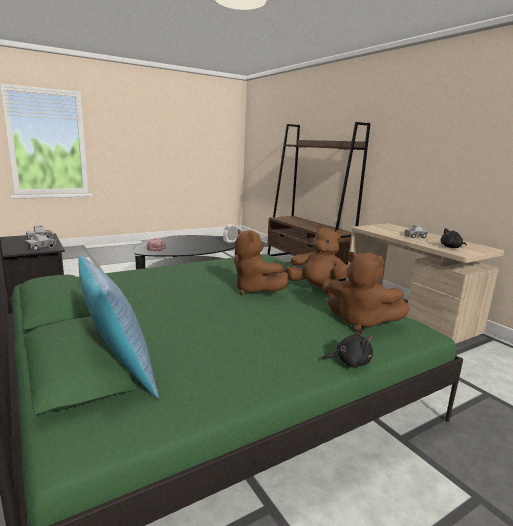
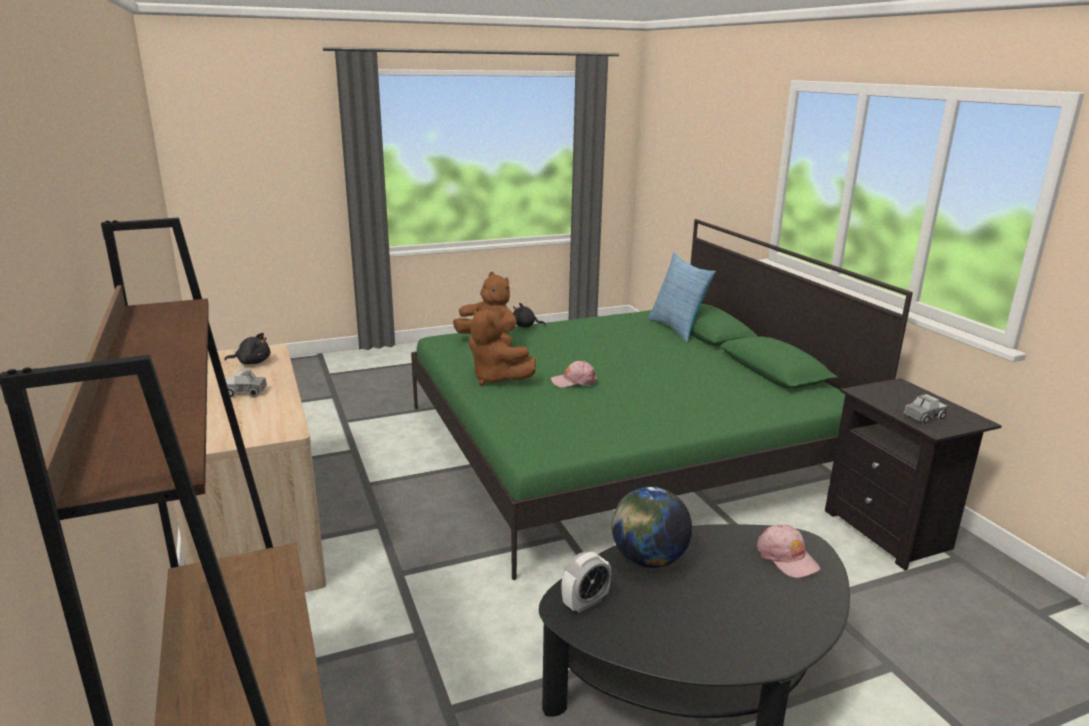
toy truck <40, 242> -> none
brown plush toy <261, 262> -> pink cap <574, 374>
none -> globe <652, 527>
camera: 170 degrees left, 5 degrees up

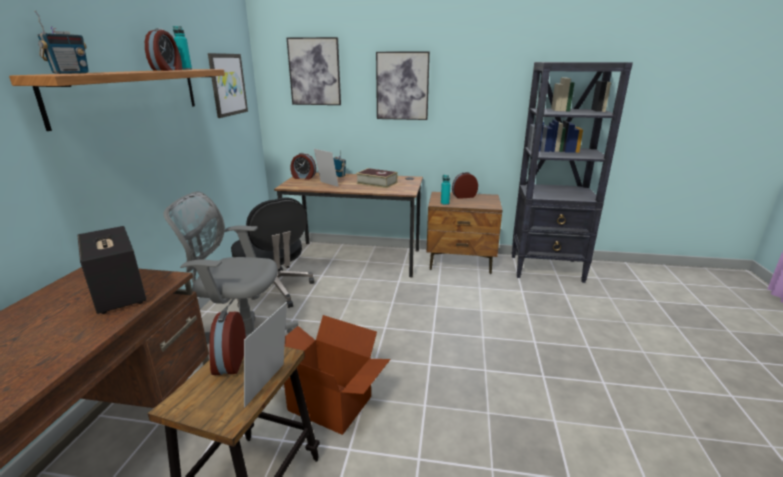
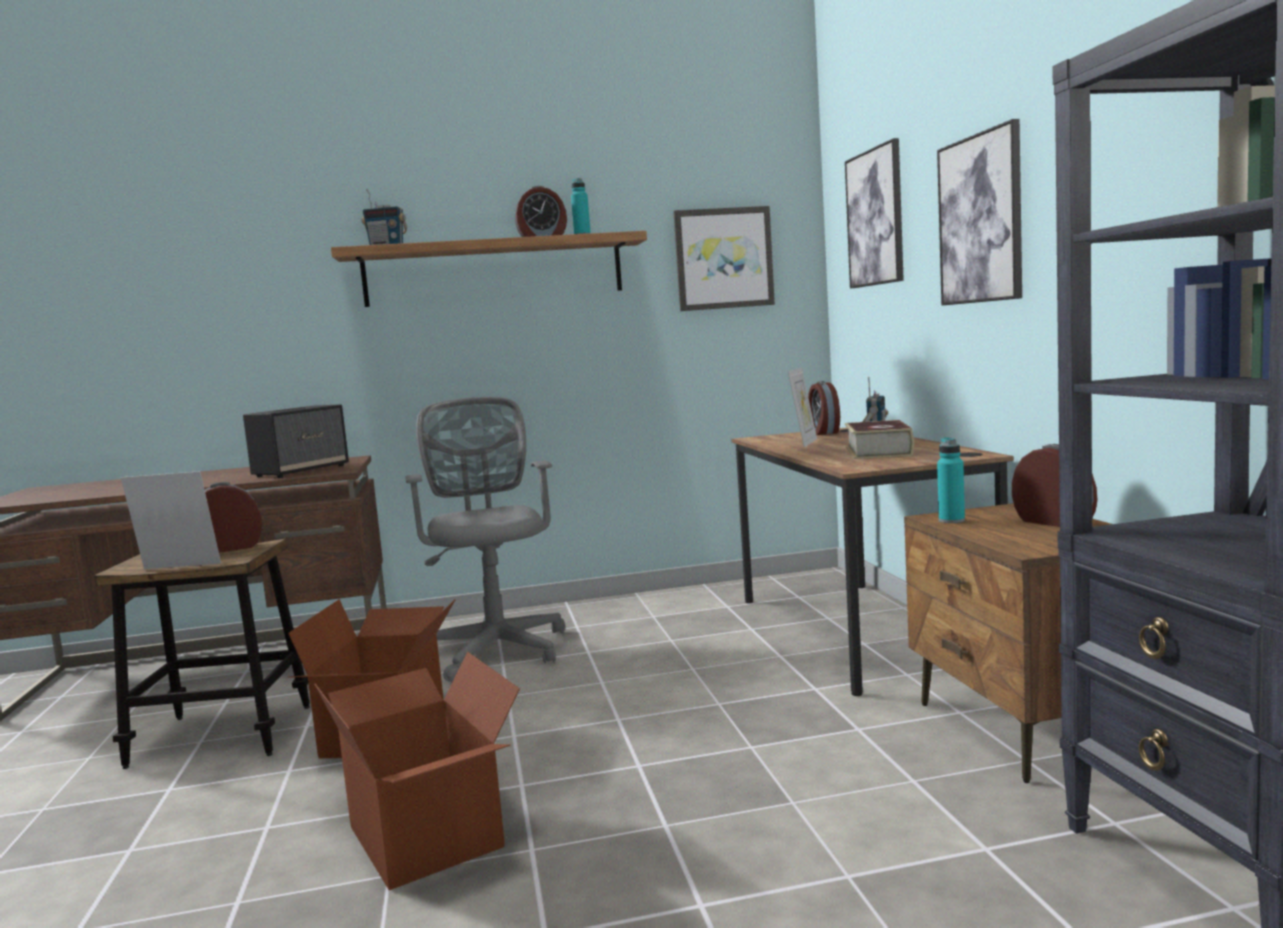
black office chair <272, 252> -> none
none -> cardboard box <417, 771>
camera: 70 degrees right, 15 degrees down

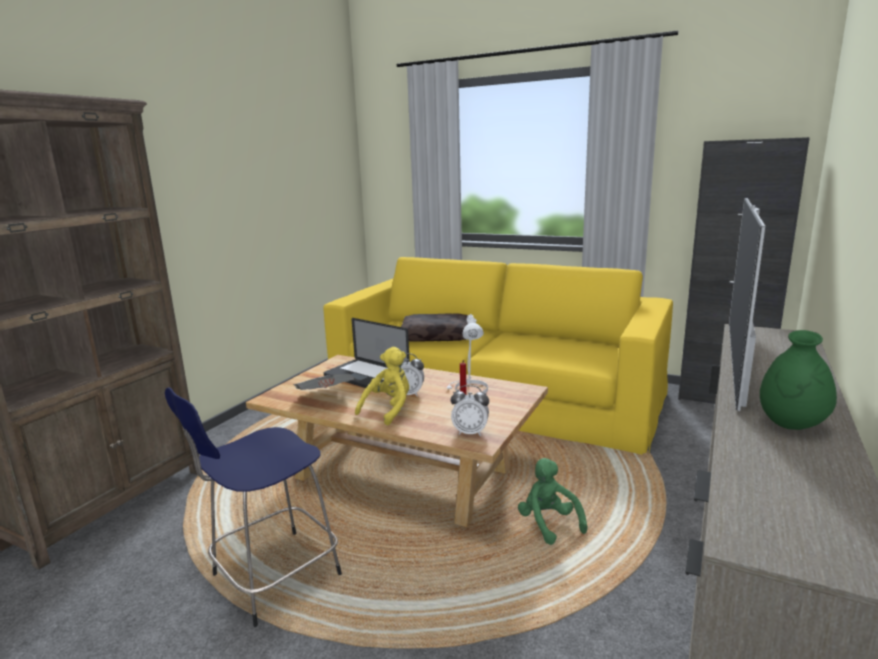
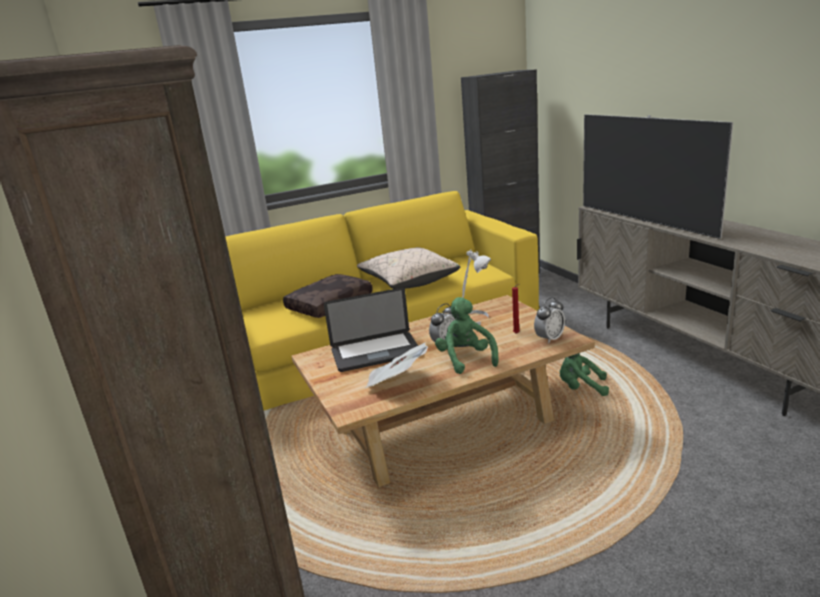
blue stool <253, 507> -> none
yellow plush toy <382, 386> -> green plush toy <467, 335>
green vase <798, 380> -> none
none -> beige pillow <408, 268>
camera: 50 degrees left, 5 degrees up

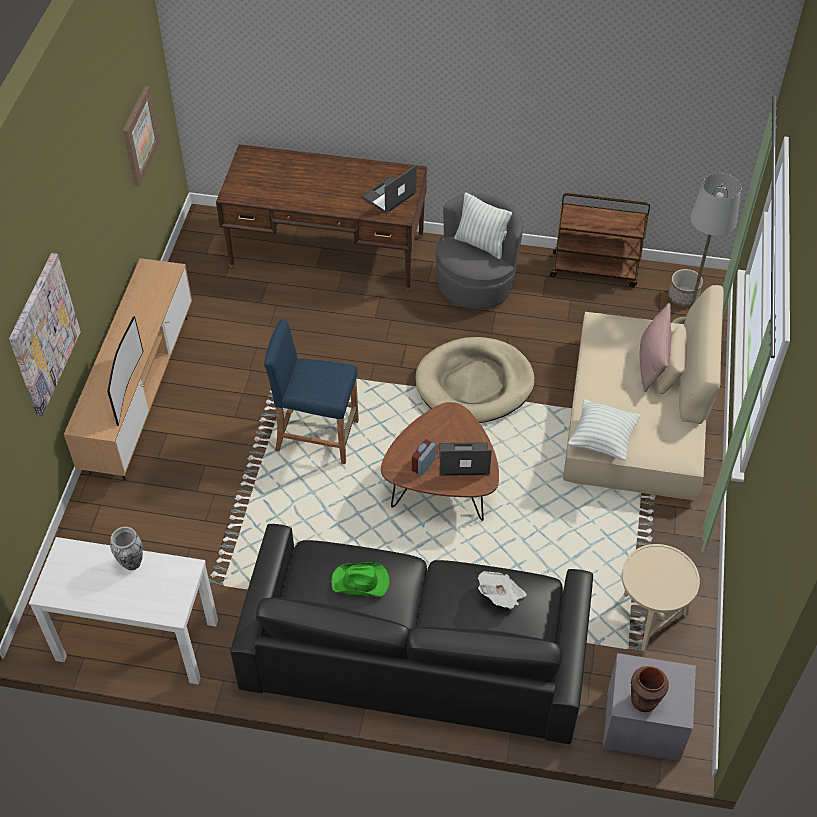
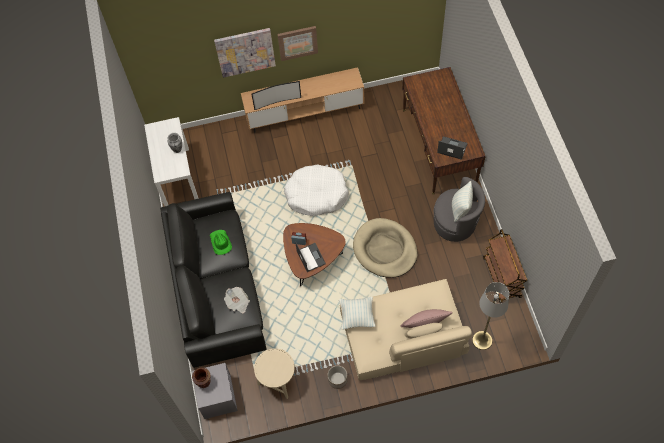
picture <141, 136> -> picture <297, 43>, move
blue stool <311, 391> -> white dog bed <316, 190>
planter <685, 288> -> planter <338, 377>, move
camera: 70 degrees right, 10 degrees up

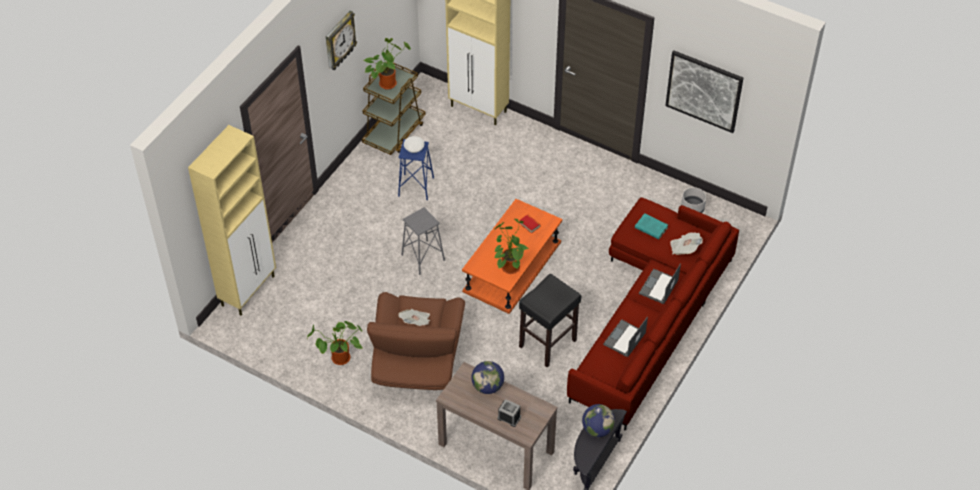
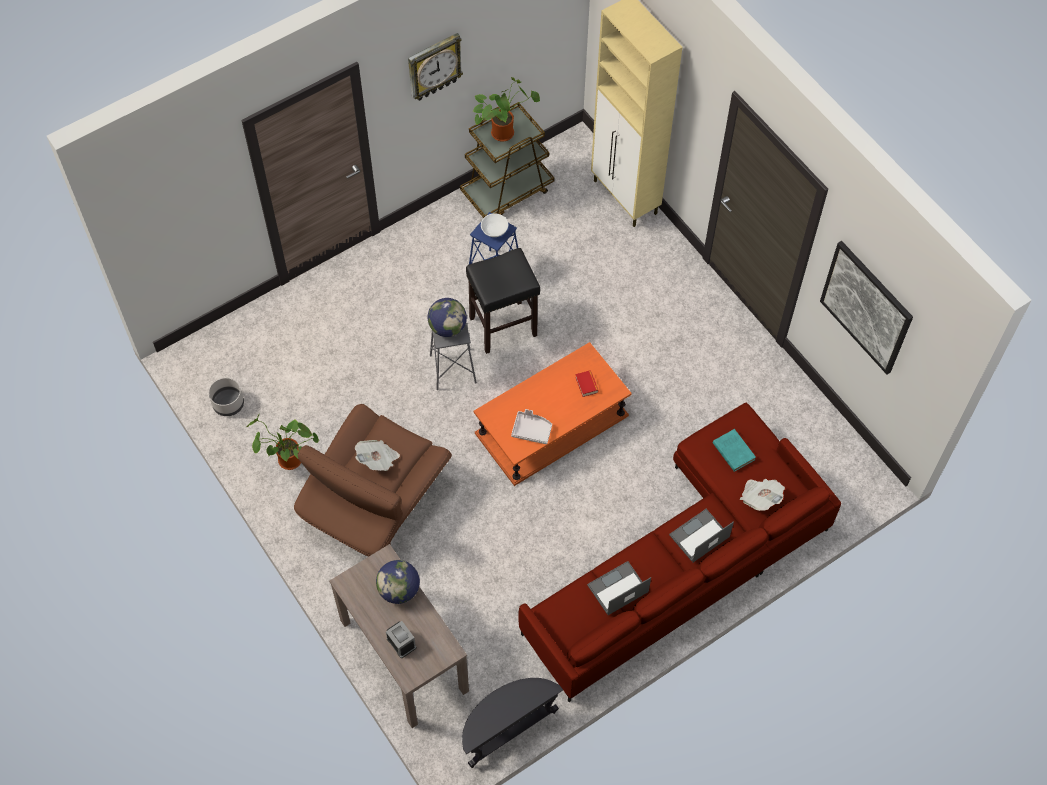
beige cabinet <232, 220> -> none
potted plant <511, 246> -> grey tray <531, 426>
black stool <550, 320> -> black stool <503, 301>, move
globe <598, 420> -> globe <447, 317>, move
grey planter <693, 200> -> grey planter <226, 397>, move
camera: 25 degrees right, 10 degrees up

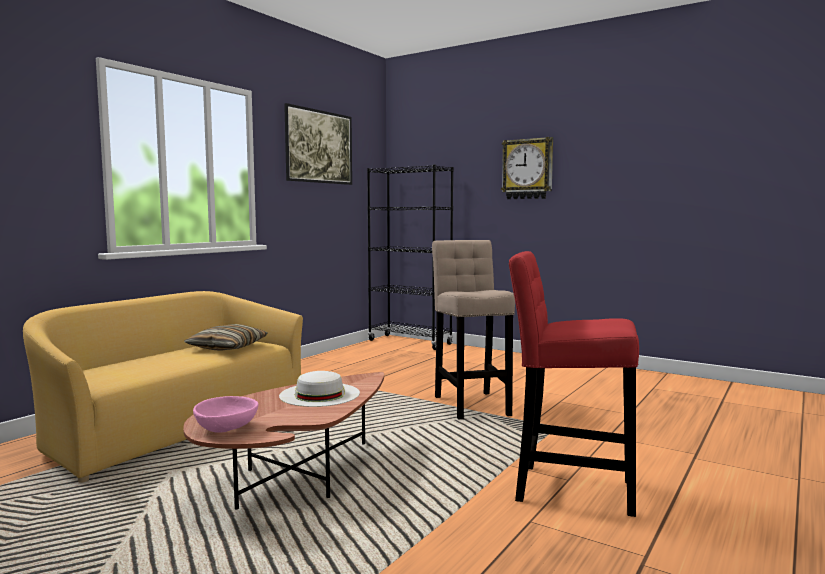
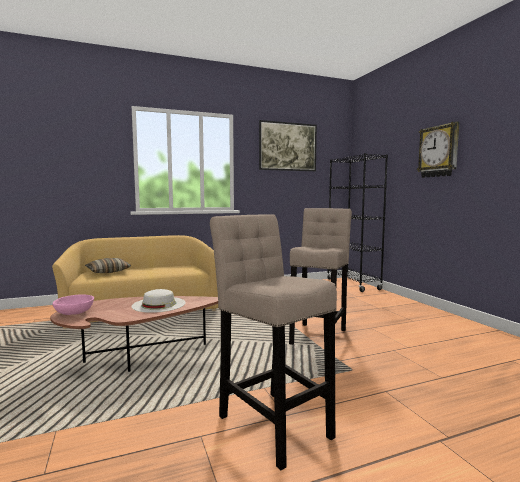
pillow <226, 337> -> pillow <108, 265>, move
red stool <574, 384> -> beige stool <273, 342>
camera: 35 degrees right, 0 degrees up

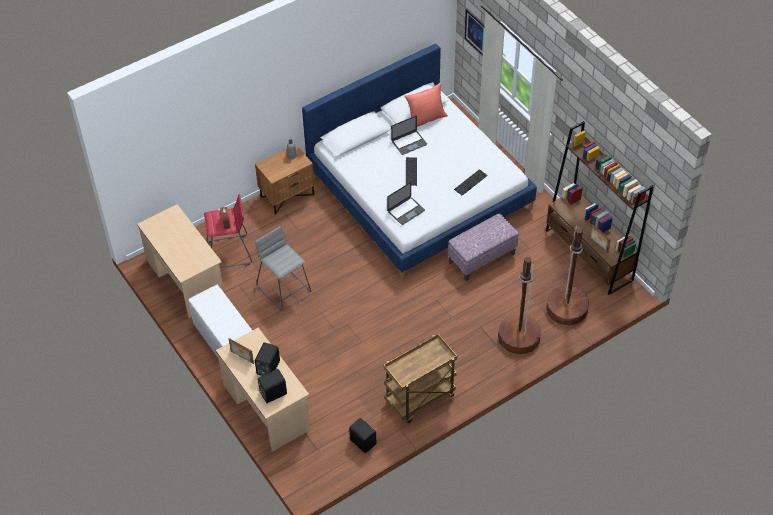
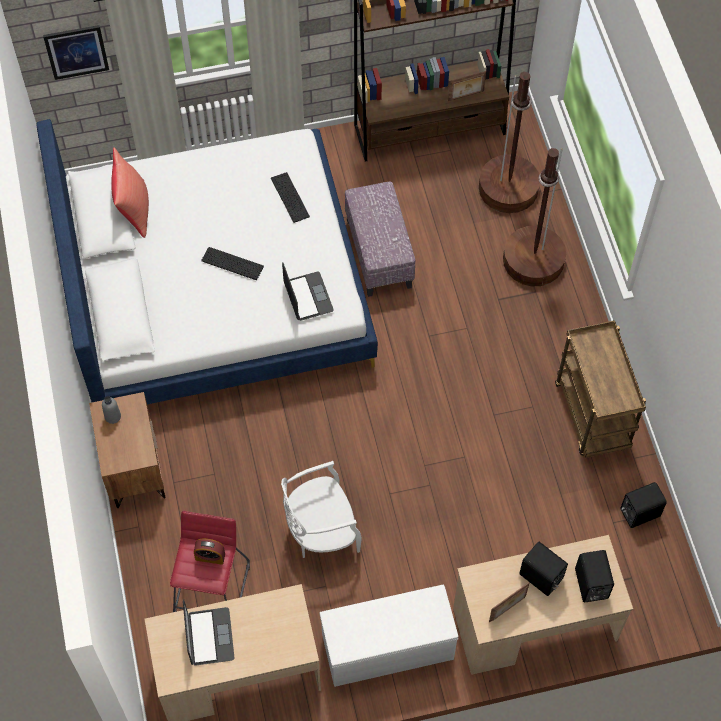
grey stool <283, 268> -> white chair <321, 509>
laptop <409, 135> -> laptop <209, 632>, move
camera: 70 degrees left, 10 degrees up

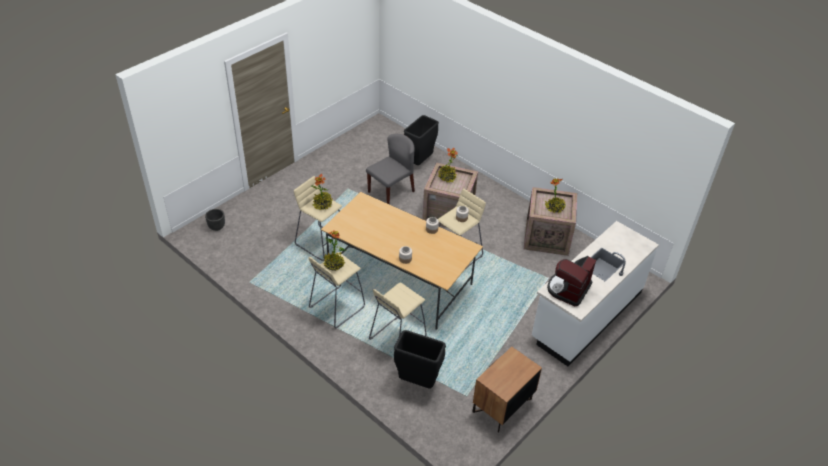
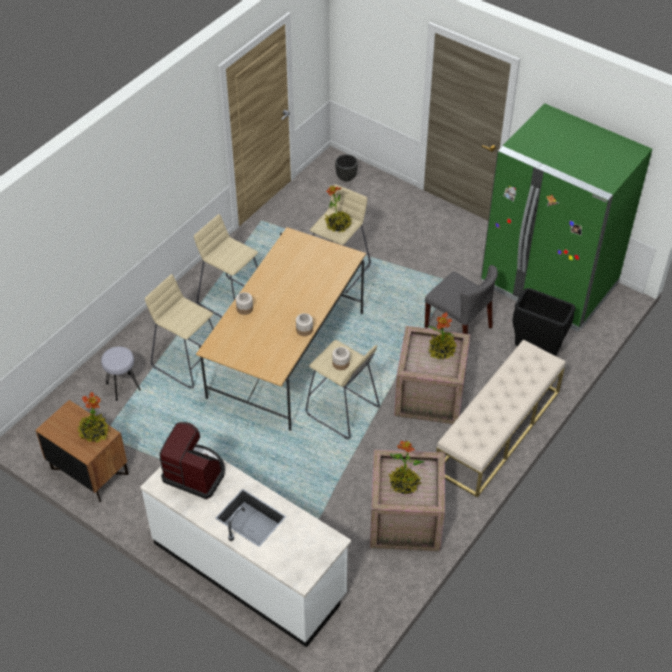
potted plant <334, 250> -> potted plant <92, 417>, move
black trash can <420, 359> -> grey stool <121, 373>
none -> beige bench <501, 418>
none -> green fridge <566, 217>
camera: 85 degrees right, 5 degrees up

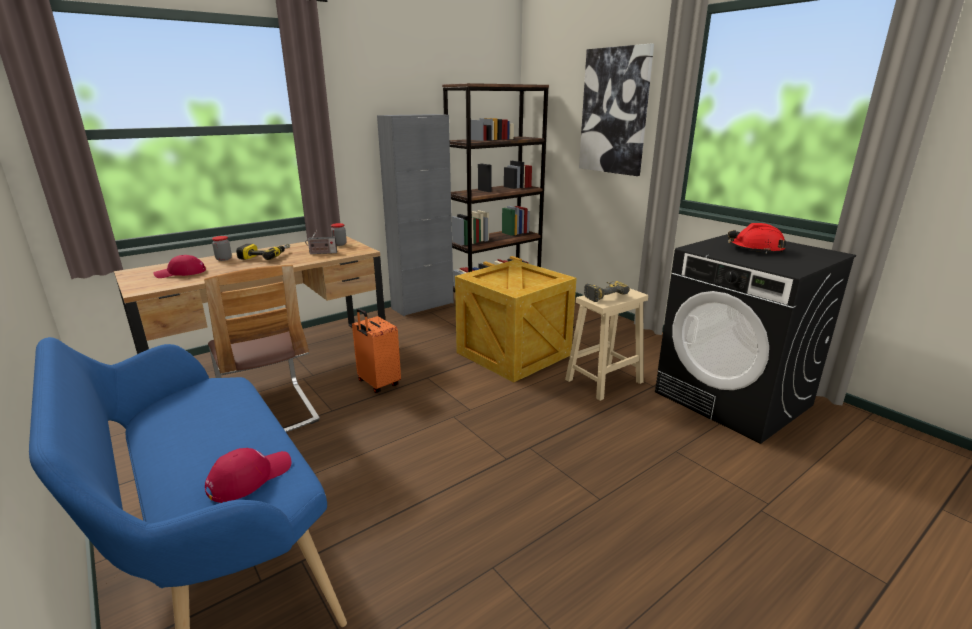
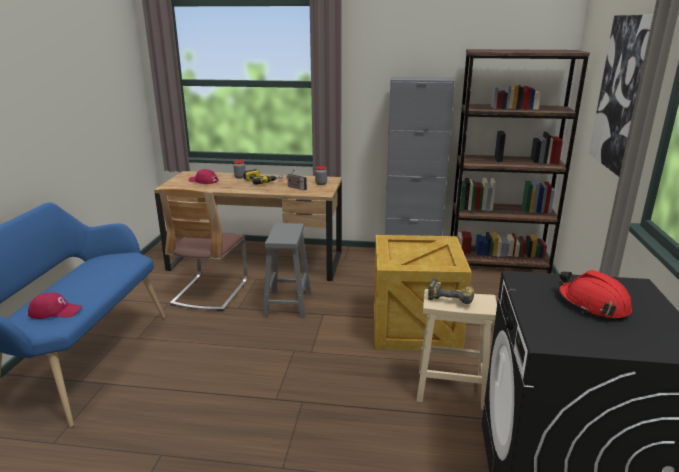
orange suitcase <376, 350> -> grey stool <287, 270>
camera: 45 degrees right, 0 degrees up

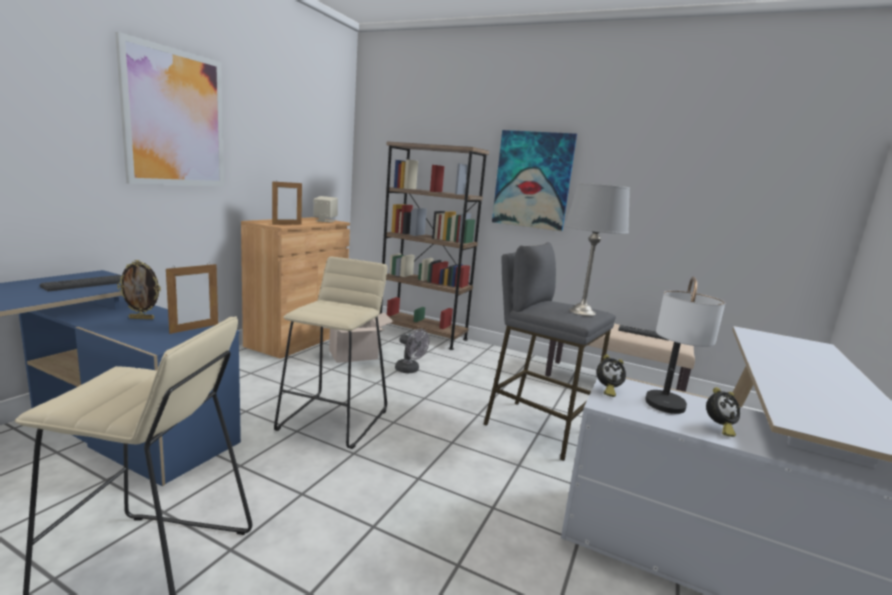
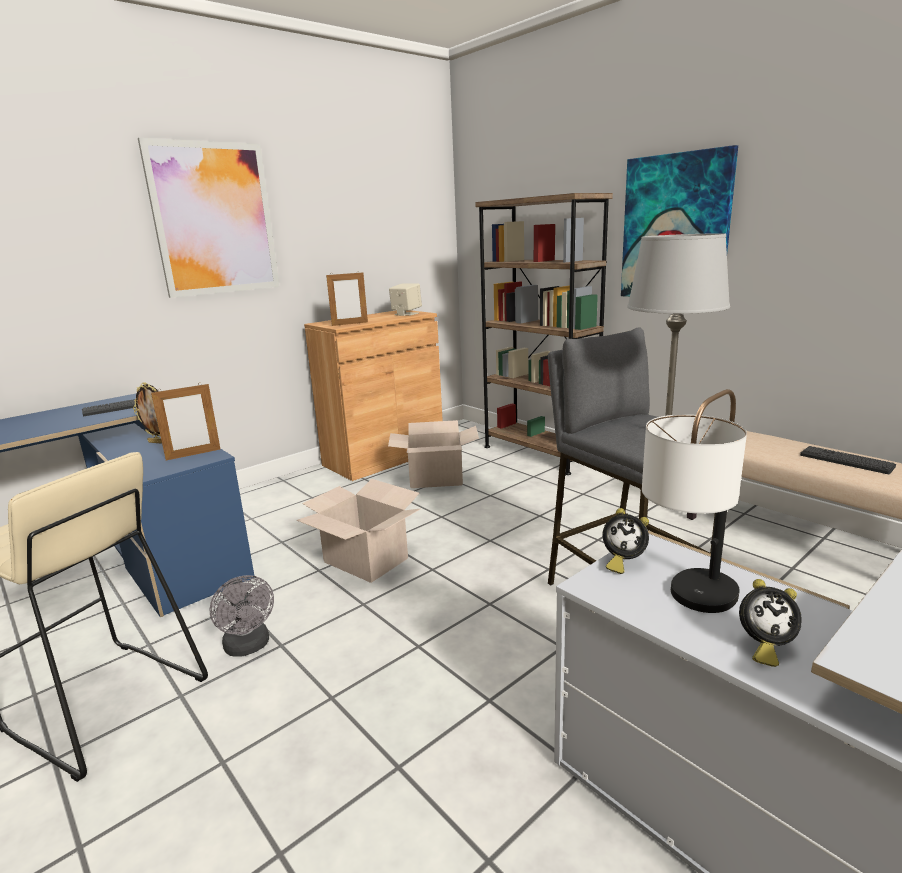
beige stool <331, 353> -> cardboard box <358, 531>
grey fan <412, 351> -> grey fan <242, 615>, move
camera: 25 degrees right, 5 degrees up

